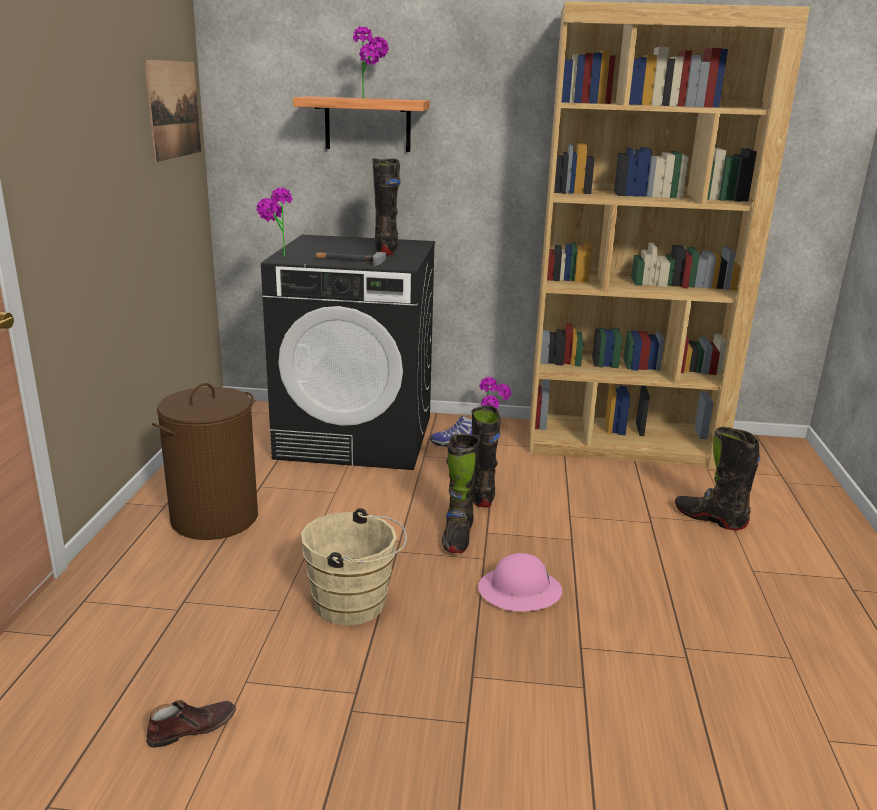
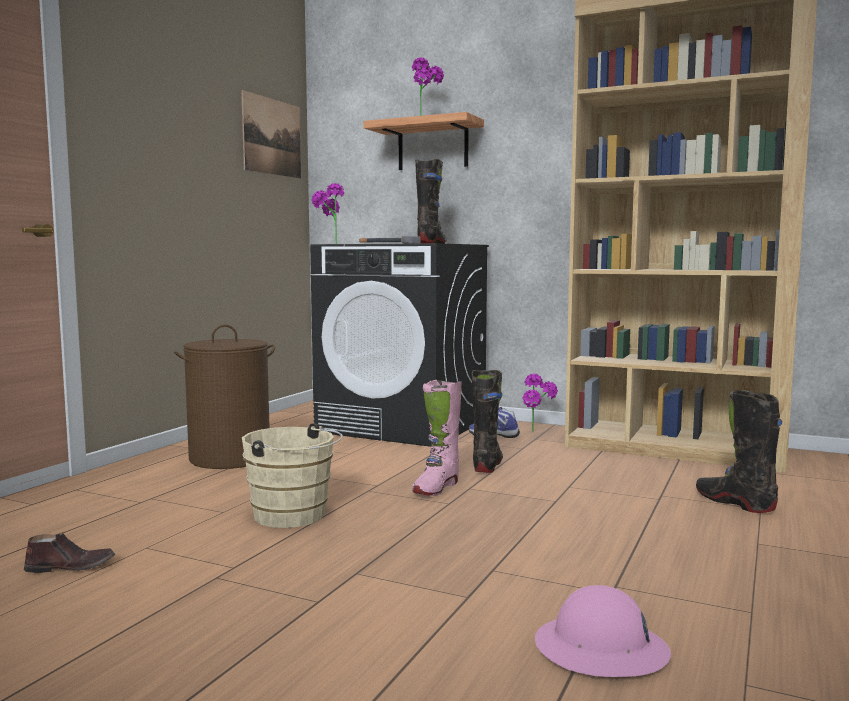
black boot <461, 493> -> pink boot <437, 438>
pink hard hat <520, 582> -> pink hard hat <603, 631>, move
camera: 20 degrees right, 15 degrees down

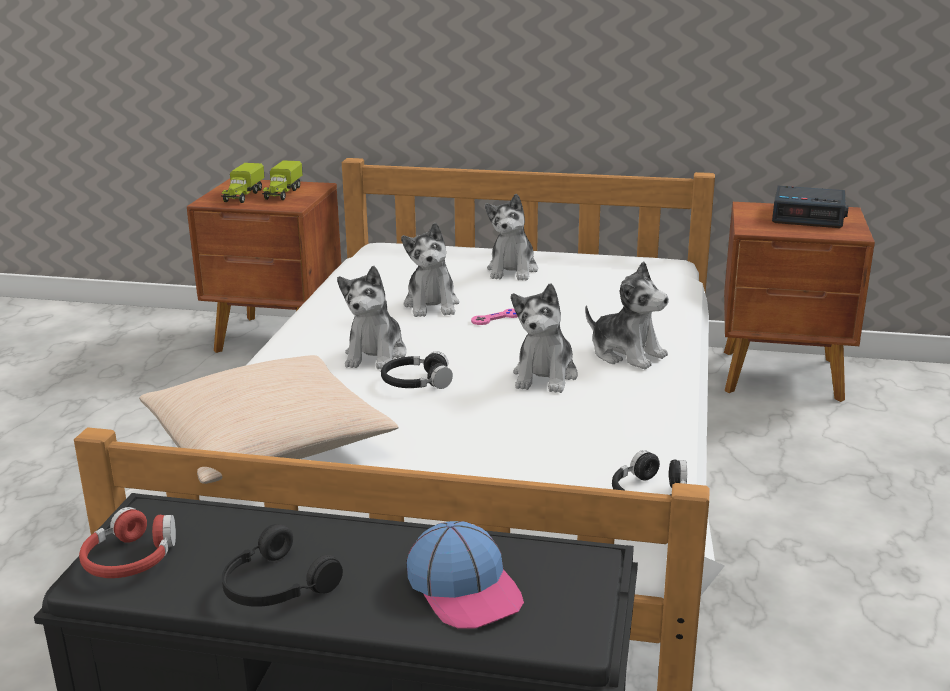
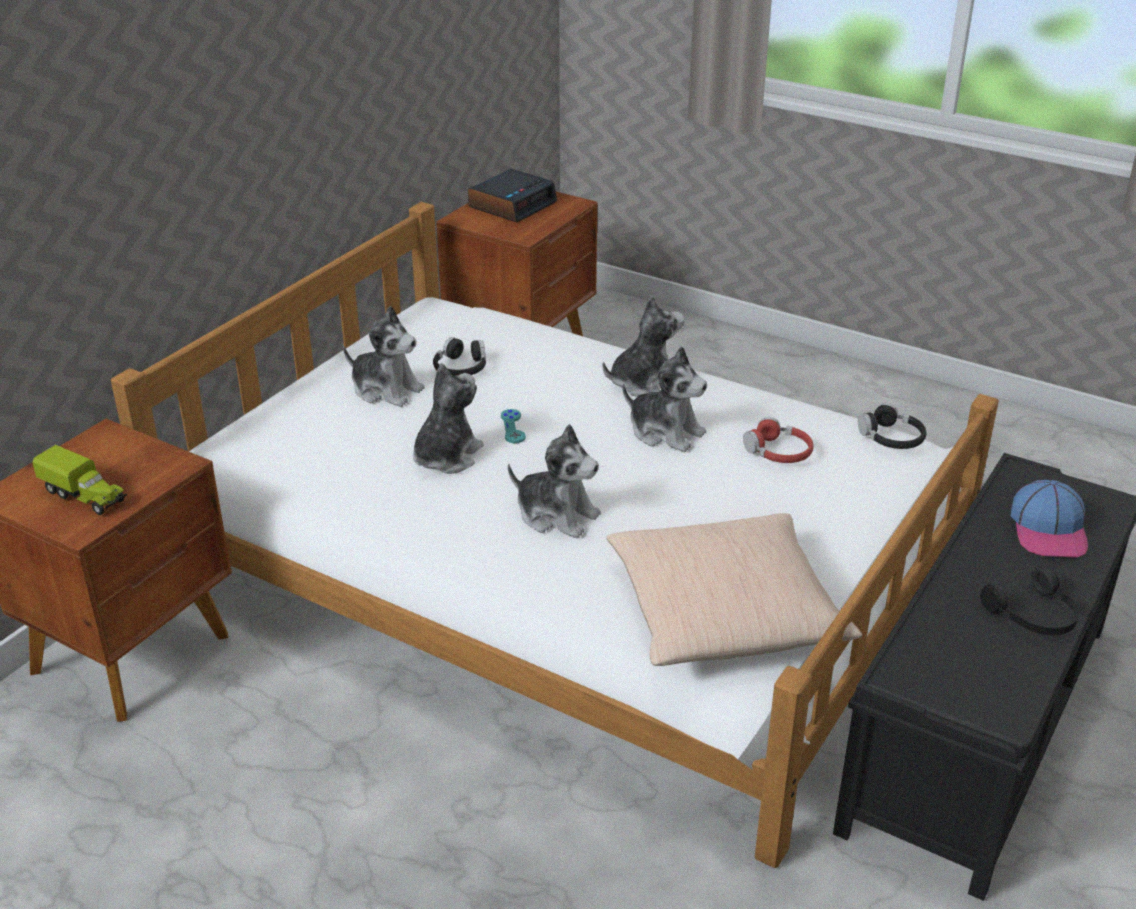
red headphones <127, 542> -> red headphones <778, 440>, move
toy truck <282, 180> -> none
black headphones <417, 370> -> black headphones <459, 356>, move
plush toy <430, 269> -> plush toy <448, 418>, 75 degrees counterclockwise
cap <465, 575> -> cap <1049, 518>, 105 degrees clockwise
pink game controller <494, 317> -> turquoise game controller <513, 426>
camera: 70 degrees left, 10 degrees up

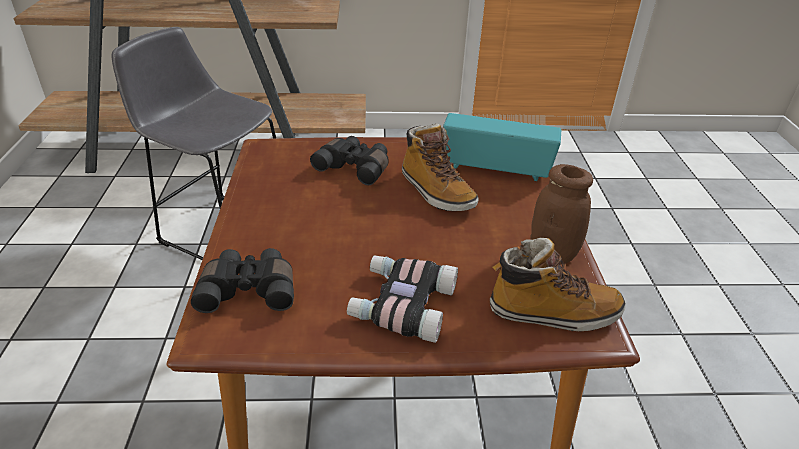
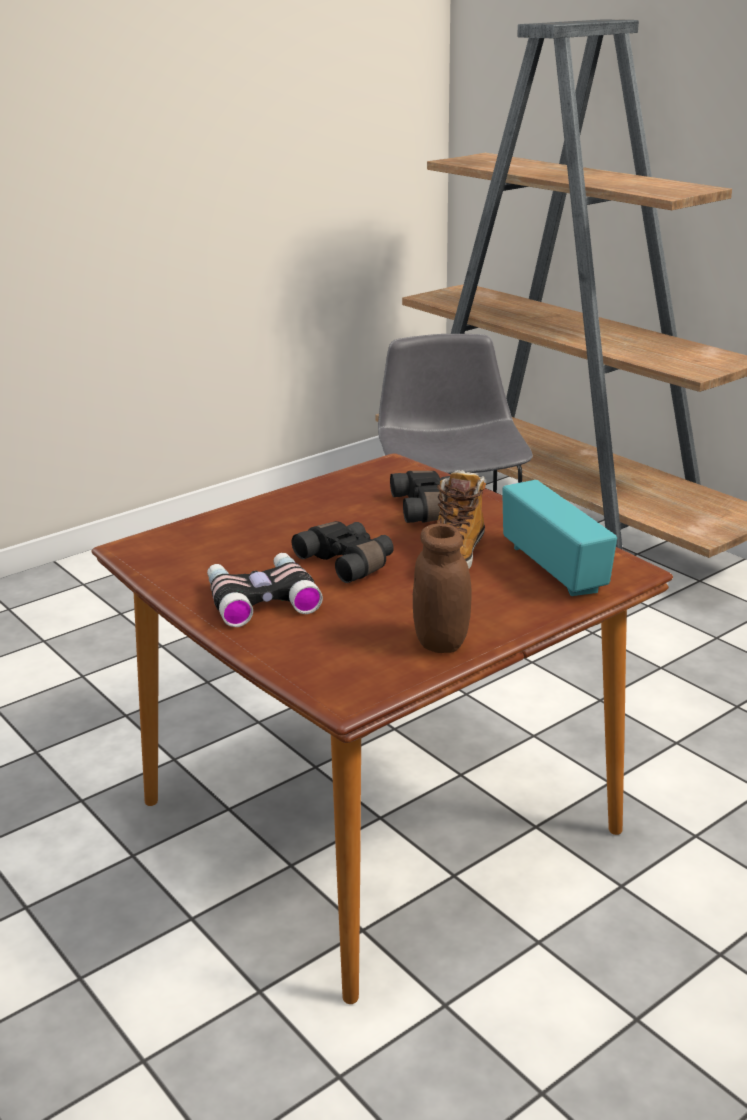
black binoculars <242, 280> -> black binoculars <343, 552>, move
boot <558, 285> -> none
camera: 55 degrees right, 10 degrees down

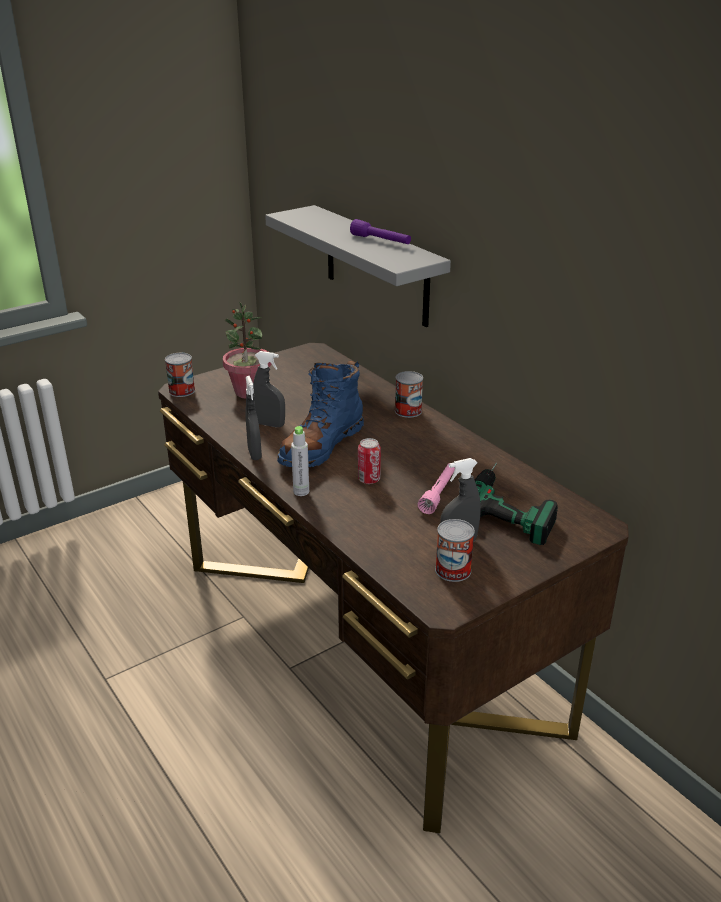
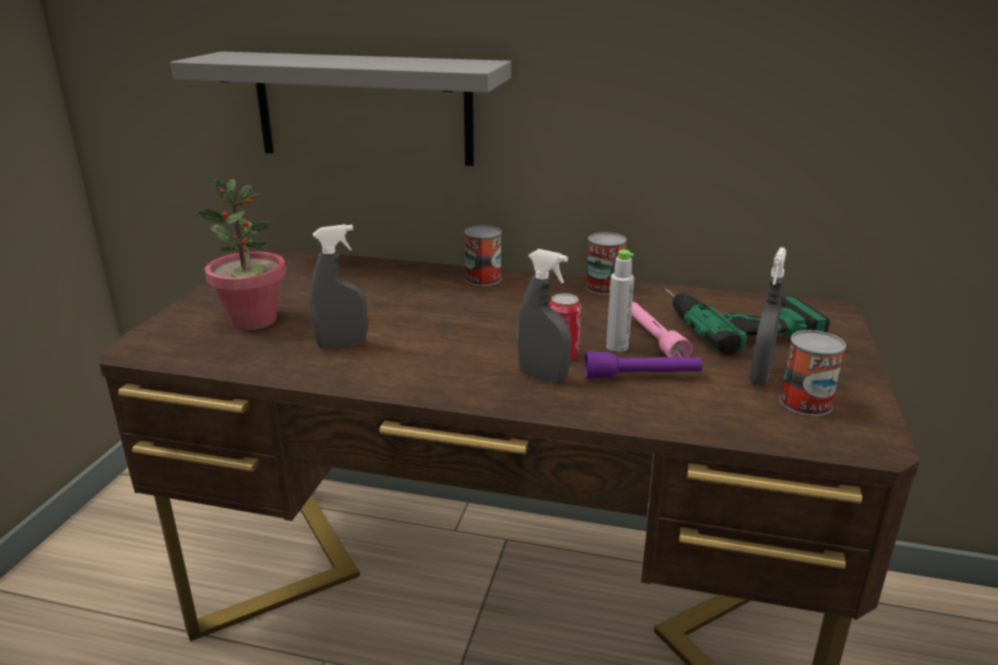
can <180, 375> -> can <606, 263>, move
grey spray bottle <253, 418> -> grey spray bottle <544, 316>, move
blue boot <320, 414> -> none
grey bottle <300, 461> -> grey bottle <620, 301>, move
purple flashlight <380, 231> -> purple flashlight <643, 365>, move
camera: 40 degrees left, 5 degrees down

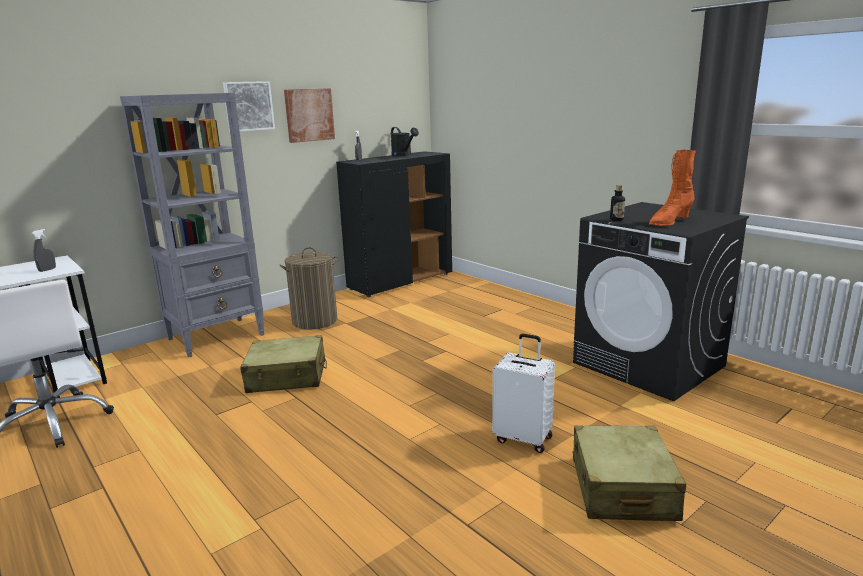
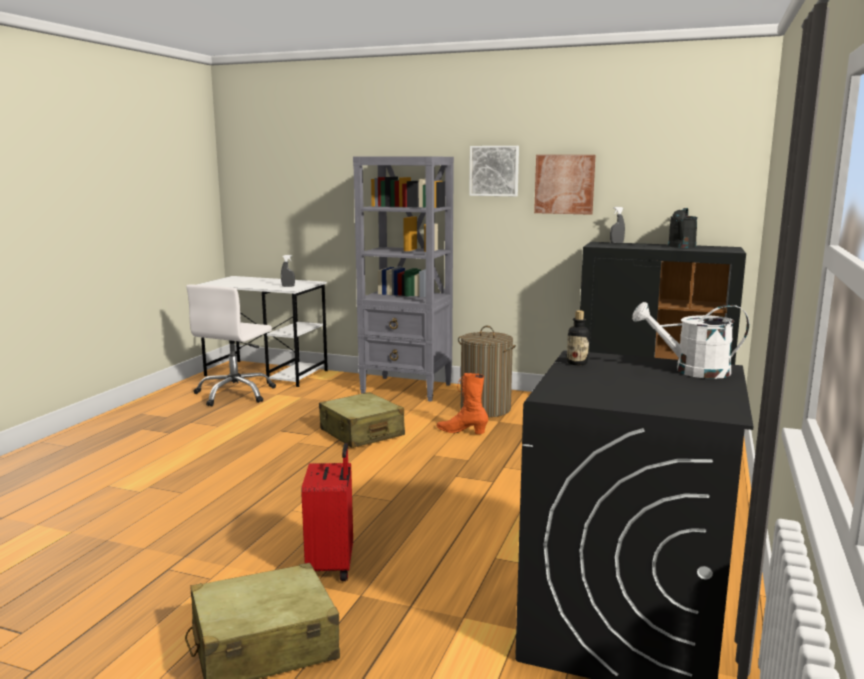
white suitcase <523, 393> -> red suitcase <327, 512>
orange boot <672, 188> -> orange boot <462, 403>, move
none -> white watering can <690, 340>
camera: 60 degrees right, 5 degrees down

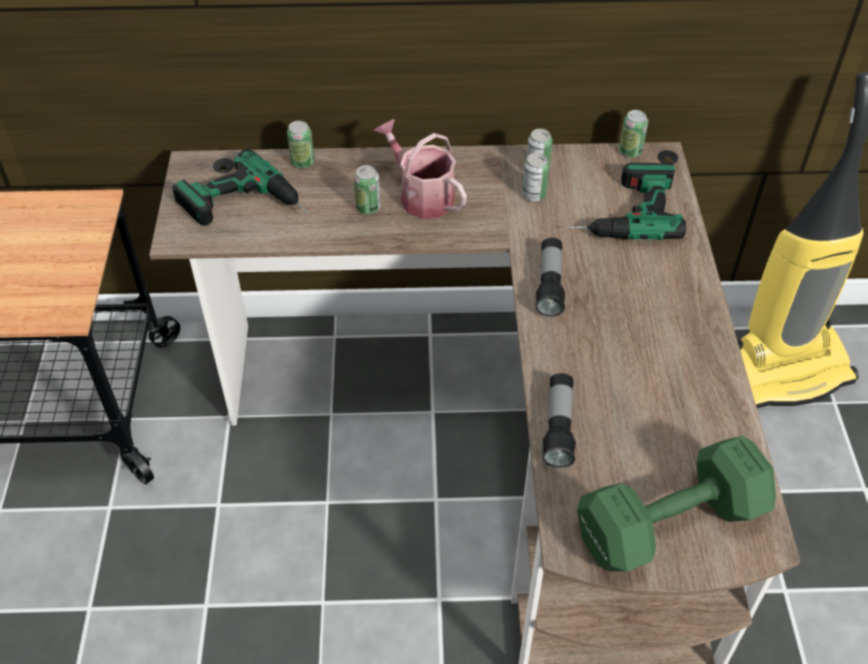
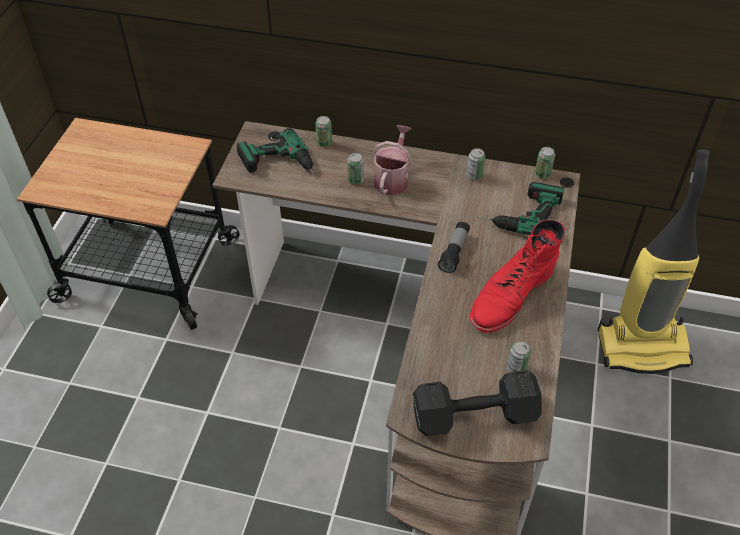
watering can <420, 169> -> watering can <392, 160>, 45 degrees clockwise
can <535, 177> -> can <519, 357>, move
flashlight <559, 420> -> none
green dumbbell <676, 504> -> black dumbbell <477, 403>
none -> red boot <517, 276>
camera: 15 degrees right, 0 degrees up

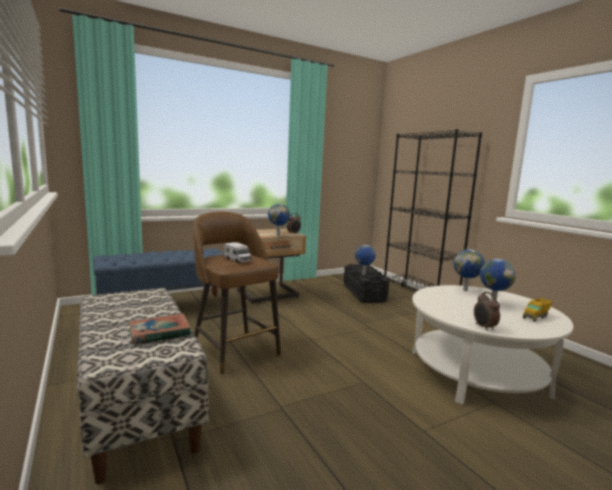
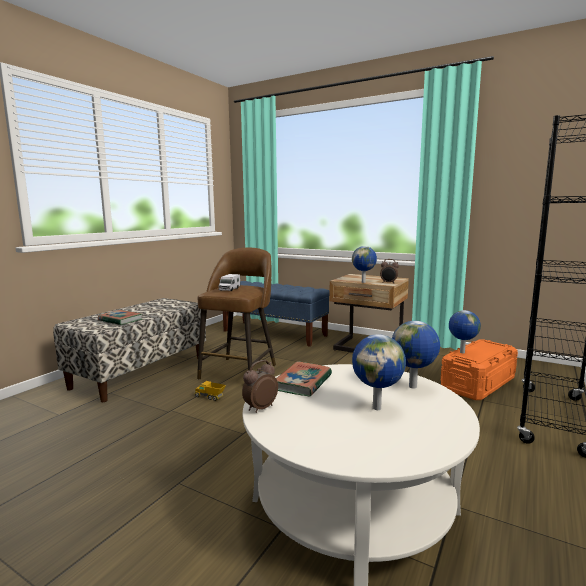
black storage box <366, 283> -> orange storage box <479, 369>
toy truck <538, 310> -> toy truck <210, 391>, move
none -> book <304, 379>
camera: 60 degrees right, 0 degrees up

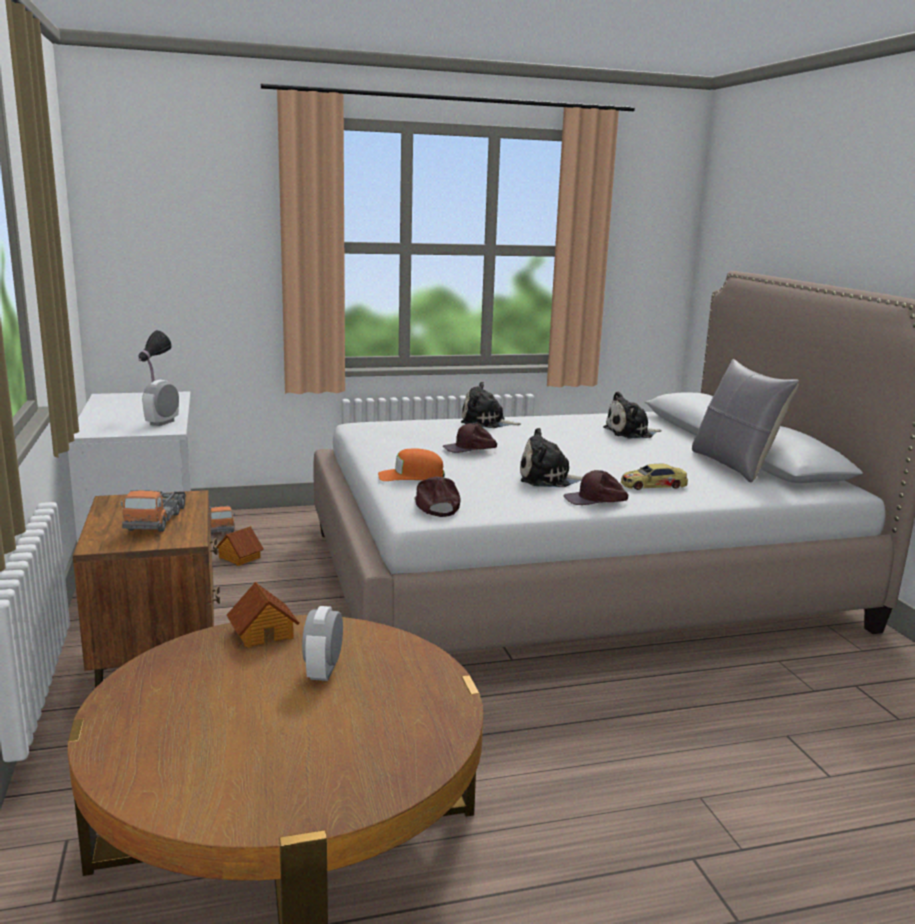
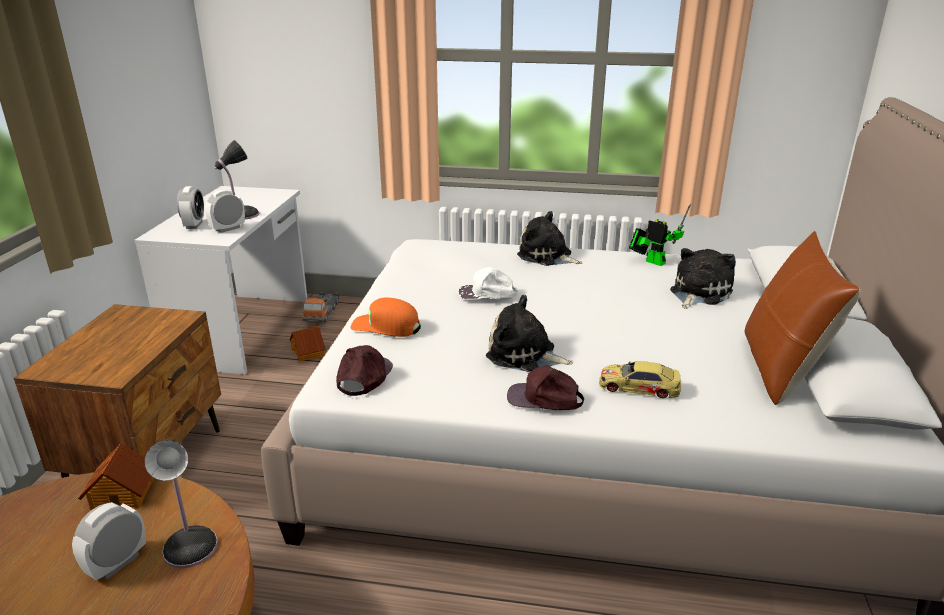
toy truck <153, 511> -> none
brown cap <470, 438> -> white cap <488, 283>
plush toy <632, 414> -> plush toy <703, 278>, 120 degrees clockwise
grey pillow <745, 420> -> brown pillow <803, 318>
none -> table lamp <181, 504>
none -> alarm clock <190, 207>
none -> toy robot <660, 234>
camera: 25 degrees right, 10 degrees up

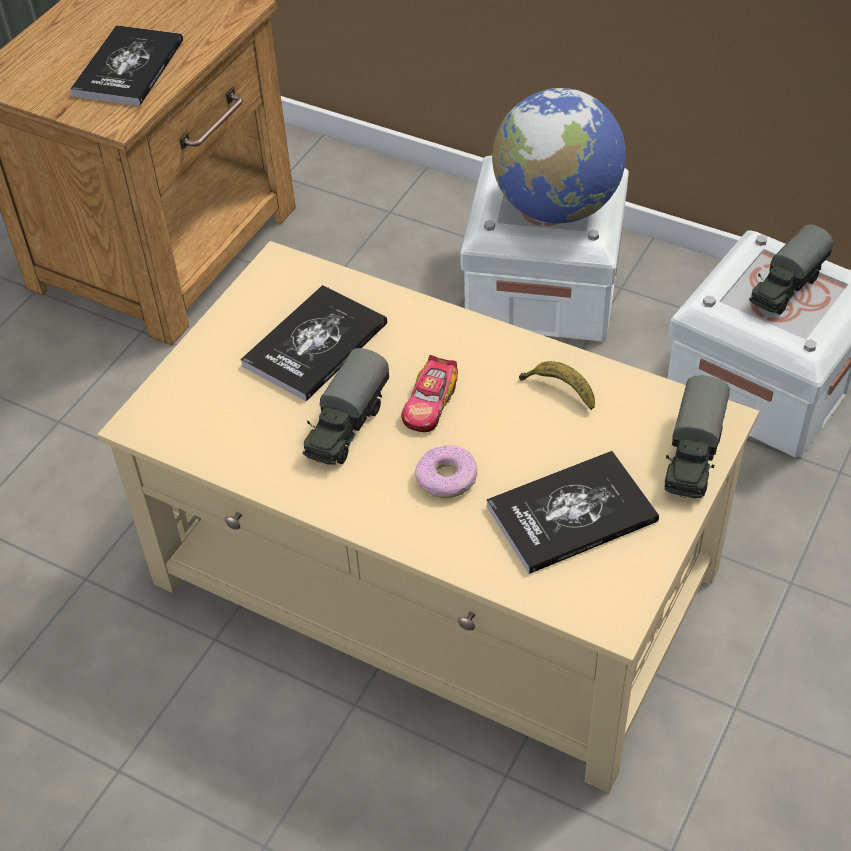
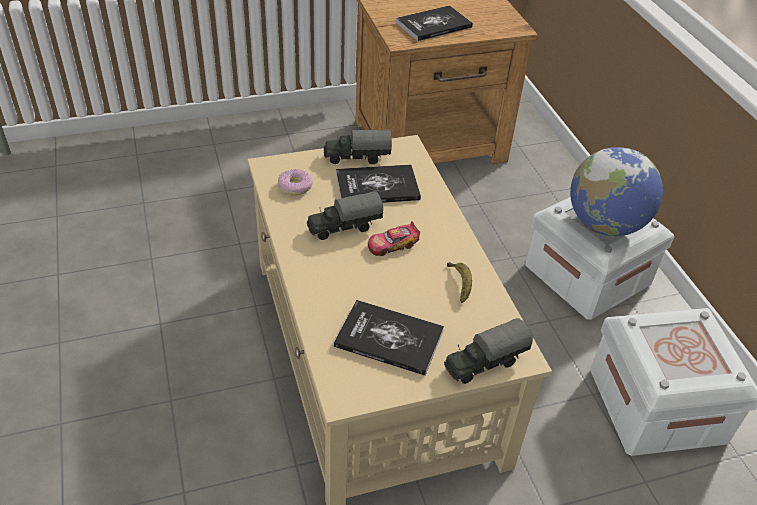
donut <446, 471> -> donut <295, 182>, move
toy truck <791, 270> -> toy truck <358, 146>, move
camera: 40 degrees right, 5 degrees down

